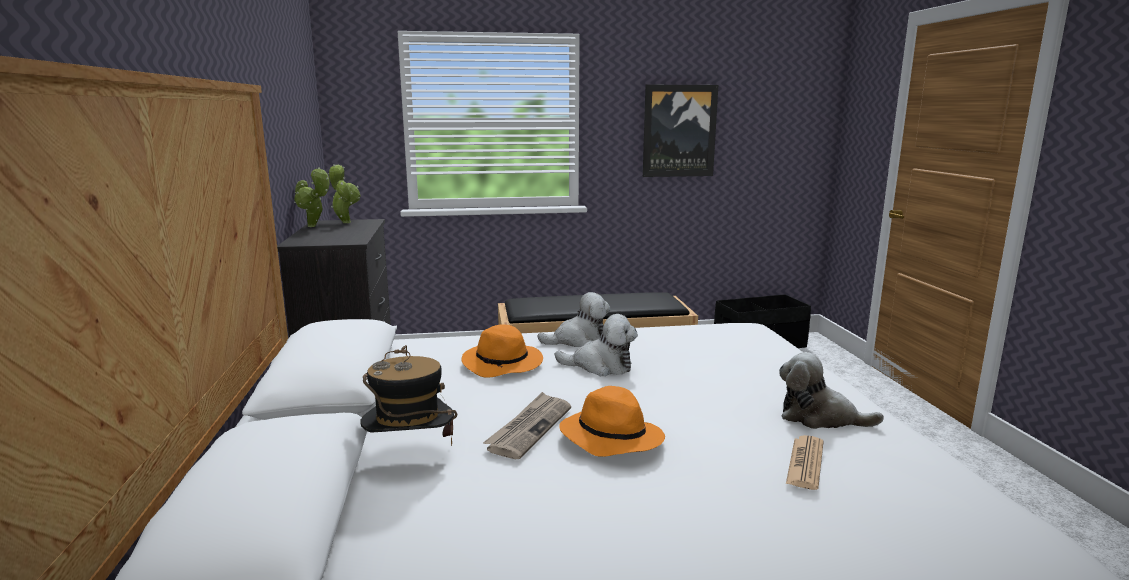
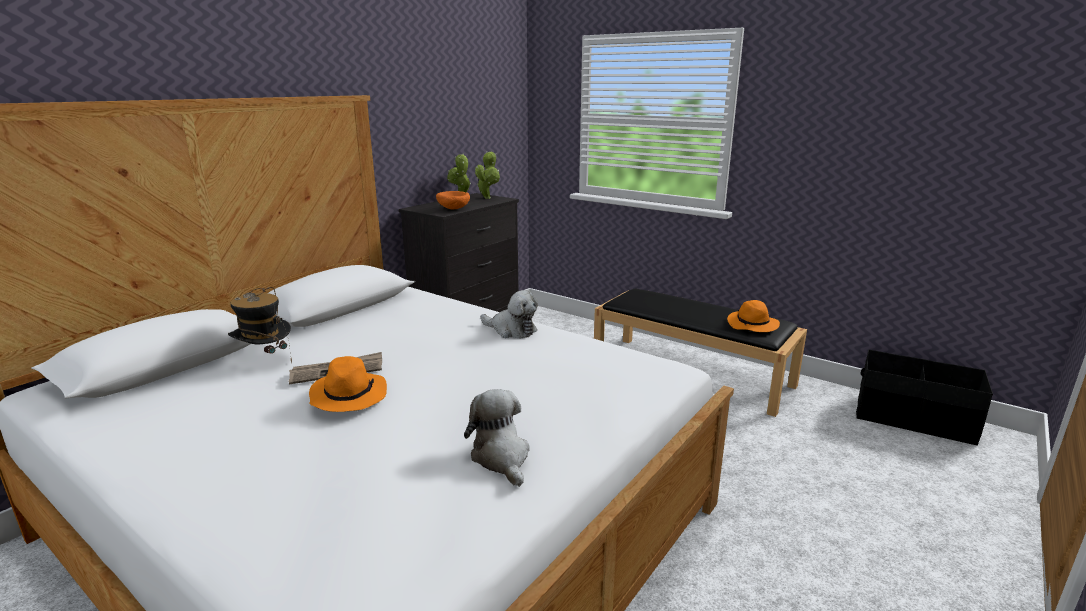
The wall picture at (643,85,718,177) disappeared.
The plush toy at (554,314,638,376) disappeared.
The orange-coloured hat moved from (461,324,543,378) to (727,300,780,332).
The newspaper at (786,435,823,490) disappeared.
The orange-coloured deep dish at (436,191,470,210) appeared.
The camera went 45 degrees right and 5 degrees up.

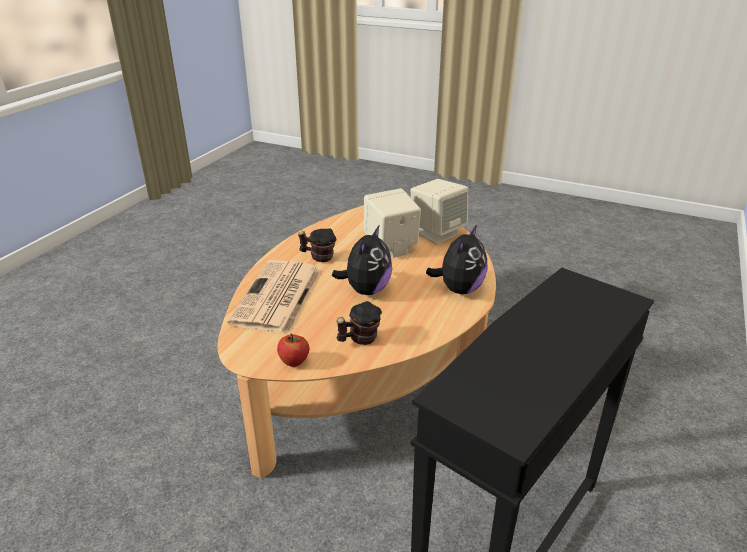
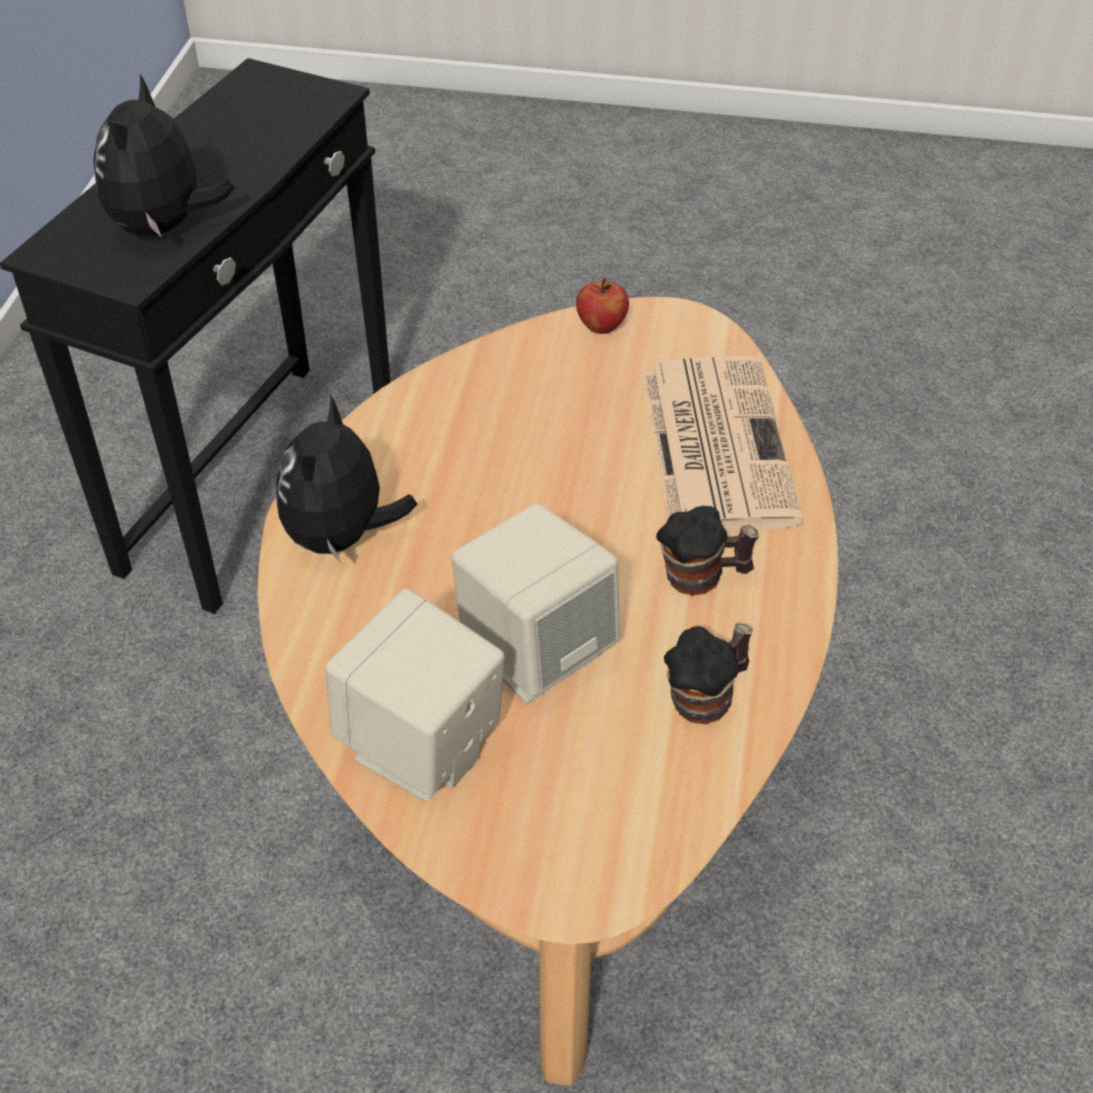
The plush toy moved from (332,226,392,295) to (93,74,235,237).
The tea mug moved from (336,301,382,345) to (664,624,753,724).
The camera went 165 degrees right and 15 degrees up.

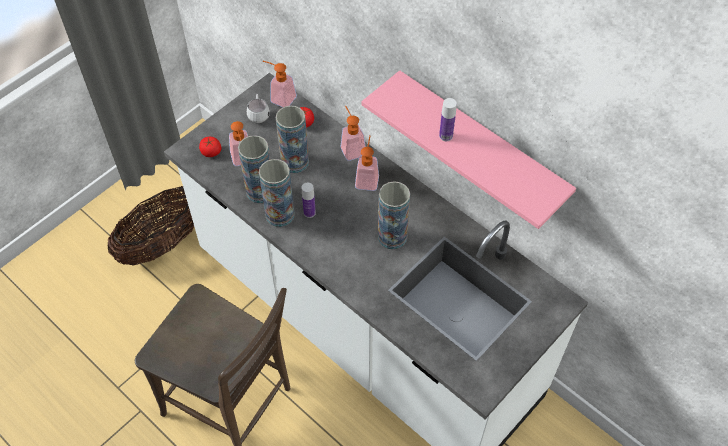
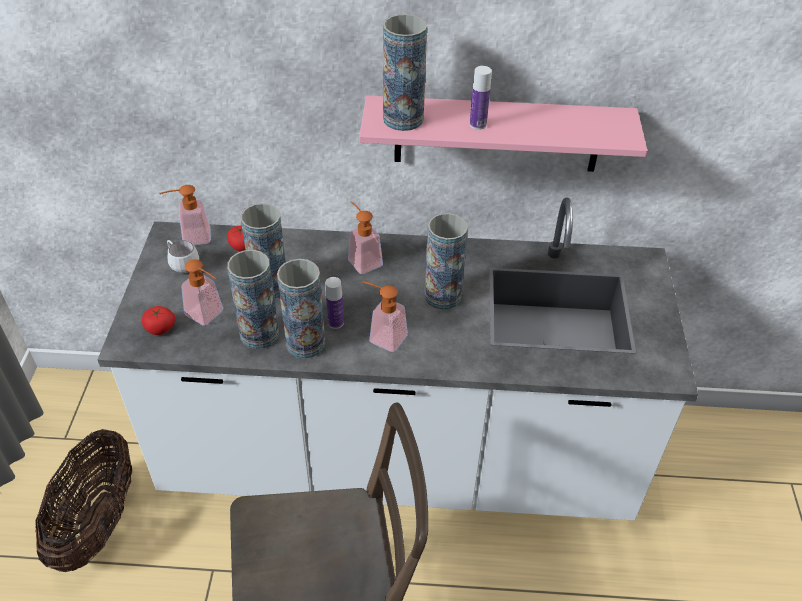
The soap bottle moved from (341,105,366,161) to (362,281,408,352).
The decorative vase at (383,14,427,131) appeared.
The camera went 40 degrees left and 10 degrees down.

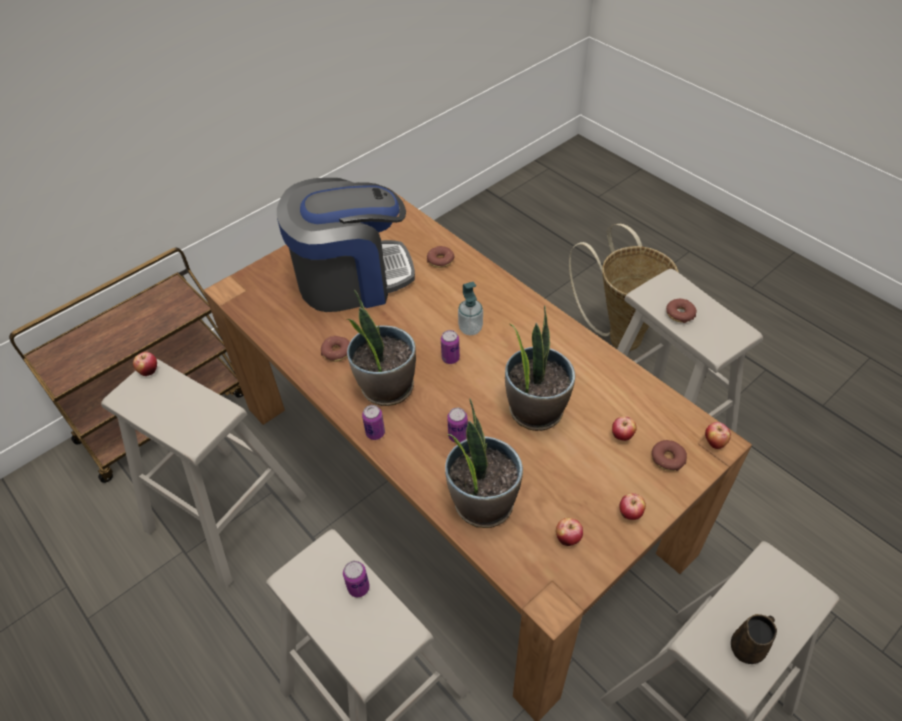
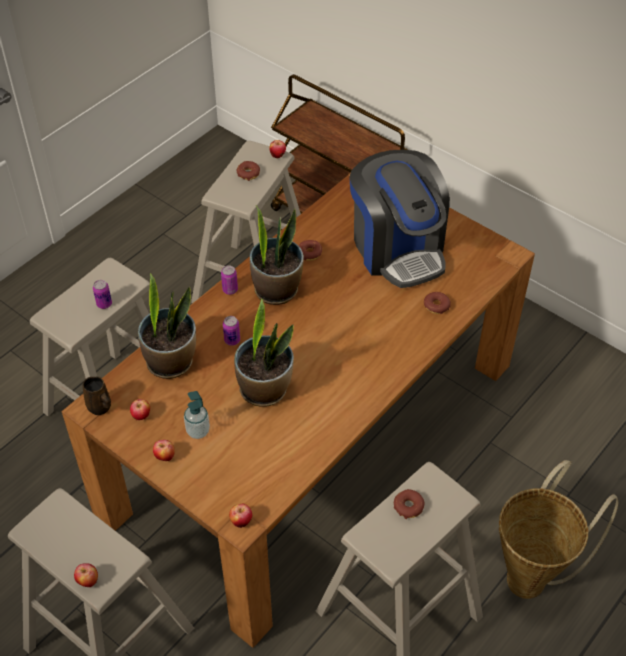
The soap bottle moved from (458,282,483,336) to (184,391,210,439).
The sealed can at (441,330,460,364) disappeared.
The apple fruit moved from (612,416,637,441) to (74,564,98,587).
The donut moved from (652,440,687,471) to (237,161,260,181).
The brown tea mug moved from (731,614,777,664) to (83,377,111,415).
The camera went 80 degrees right and 0 degrees up.

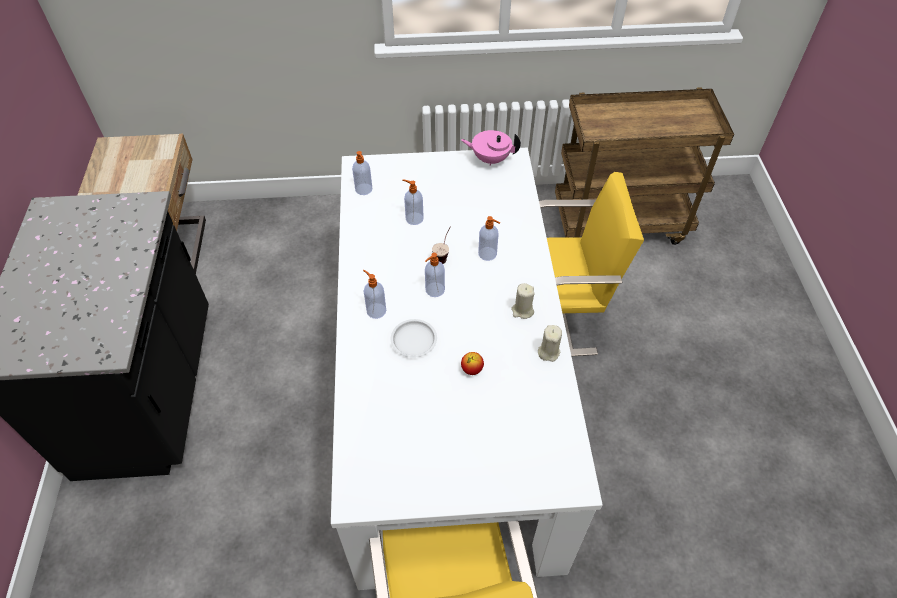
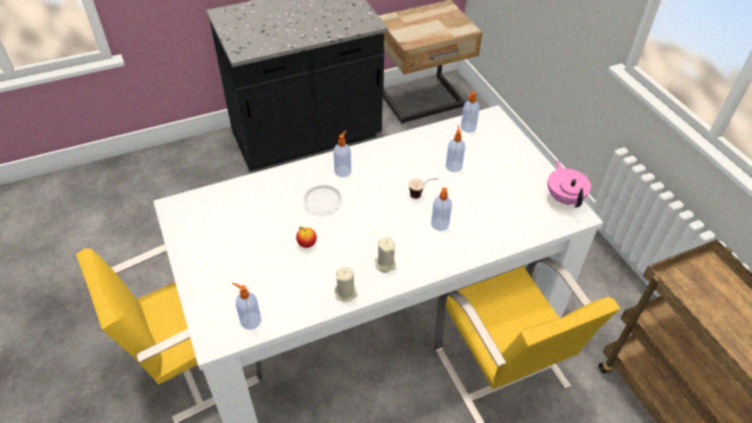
The soap bottle moved from (425,253,445,297) to (232,283,261,330).
The camera went 70 degrees right and 5 degrees down.

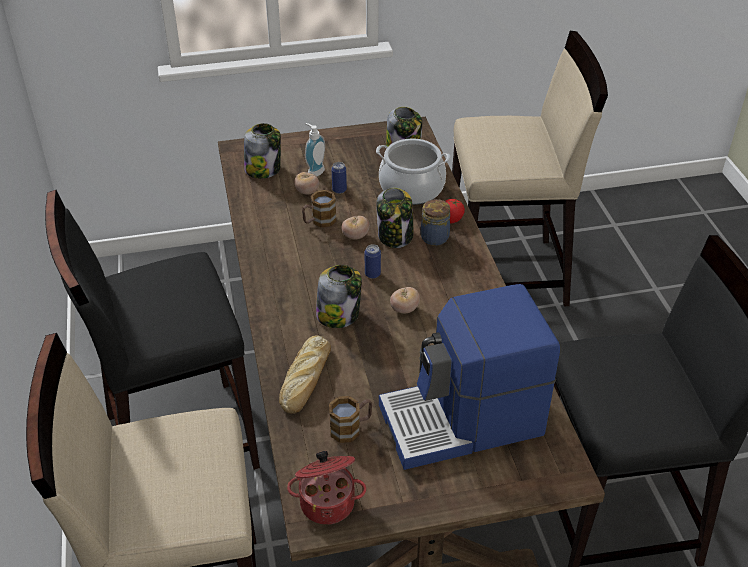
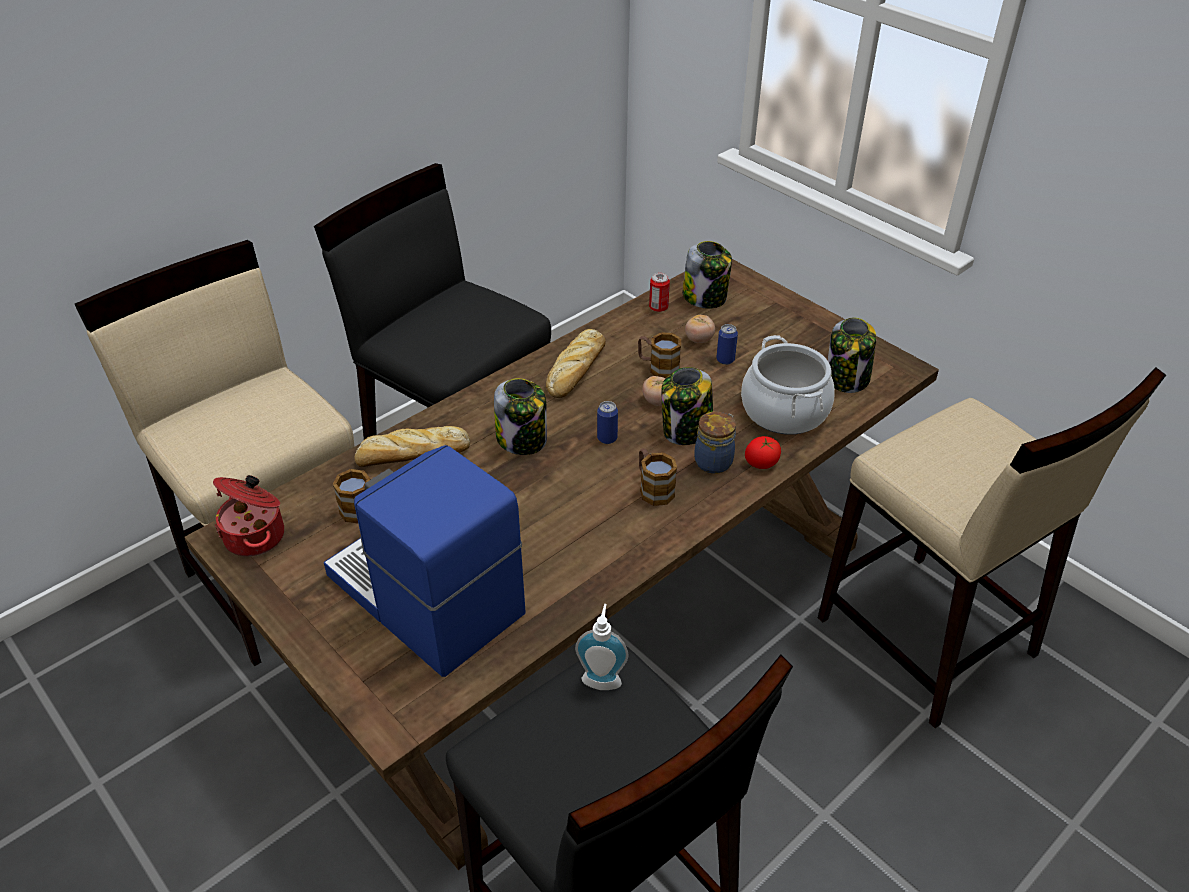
The soap bottle moved from (305,123,325,177) to (575,604,629,690).
The tomato at (390,287,420,313) disappeared.
The sealed can at (649,273,670,312) appeared.
The baked bread at (546,329,606,398) appeared.
The tea mug at (639,448,677,506) appeared.
The camera went 60 degrees right and 0 degrees up.

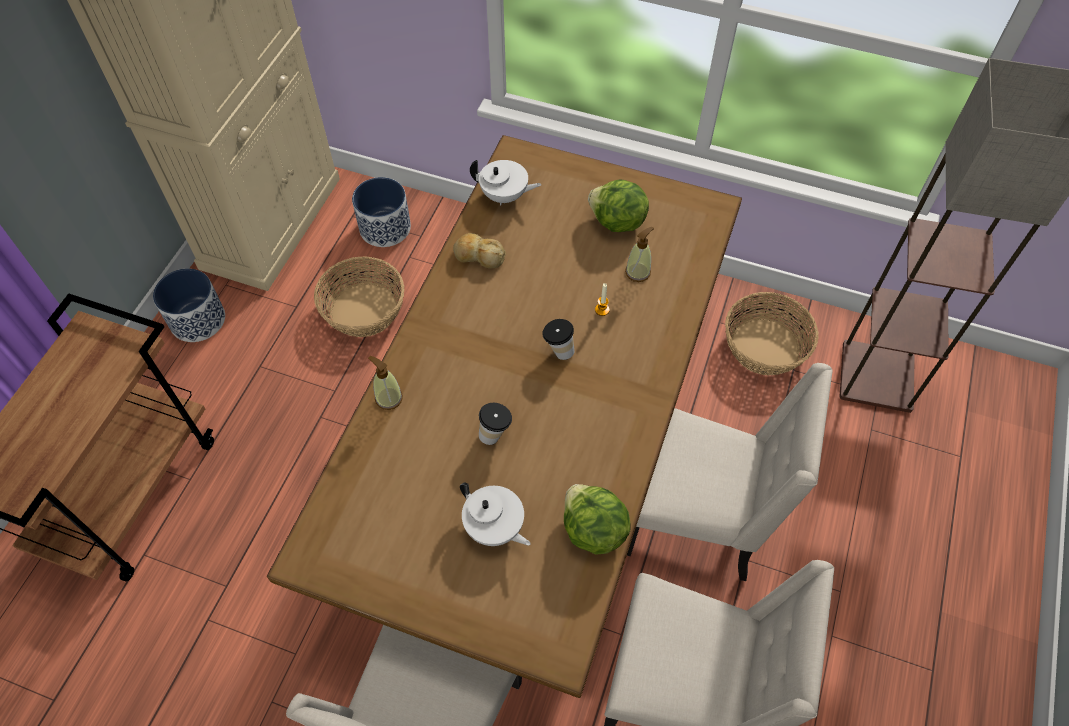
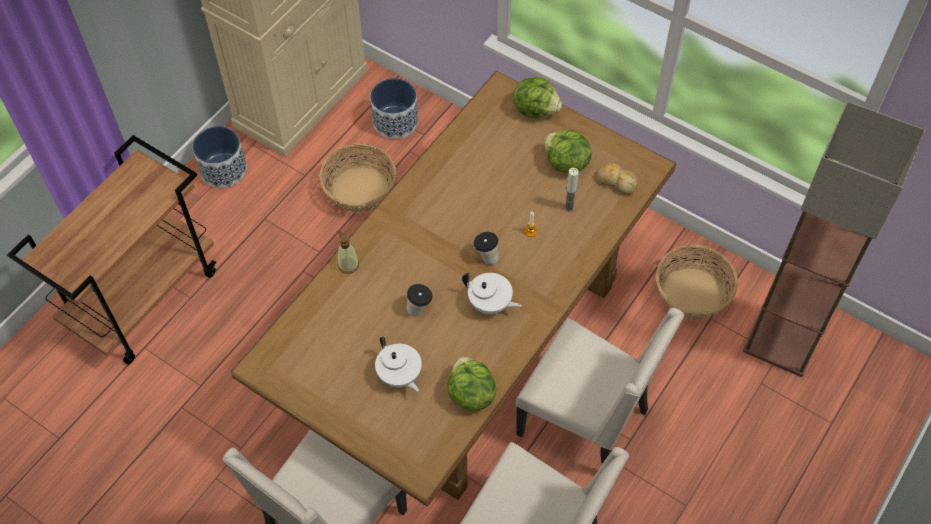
The white teapot moved from (470,160,541,205) to (462,273,522,314).
The soap bottle at (625,227,654,282) was replaced by the wax light at (564,168,579,212).
The baked bread moved from (453,233,506,269) to (597,163,639,195).
The lettuce at (513,77,562,119) appeared.
The camera went 15 degrees right and 0 degrees up.

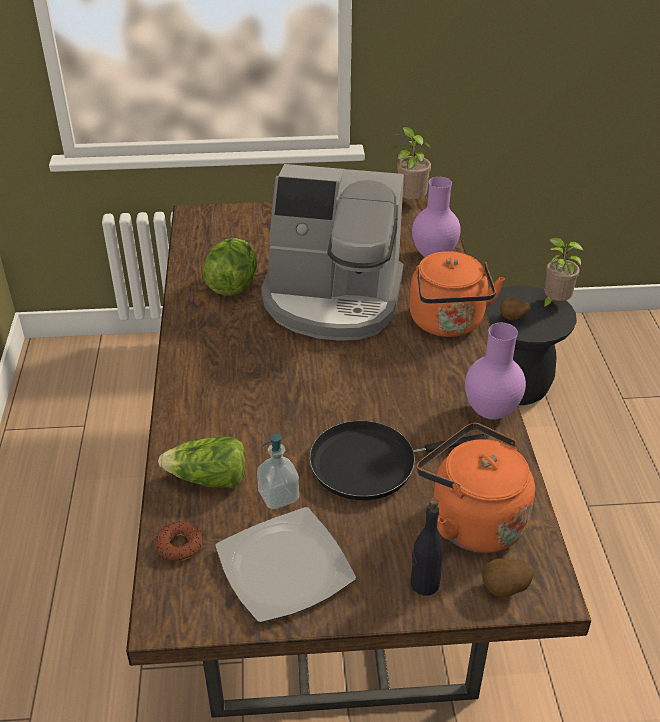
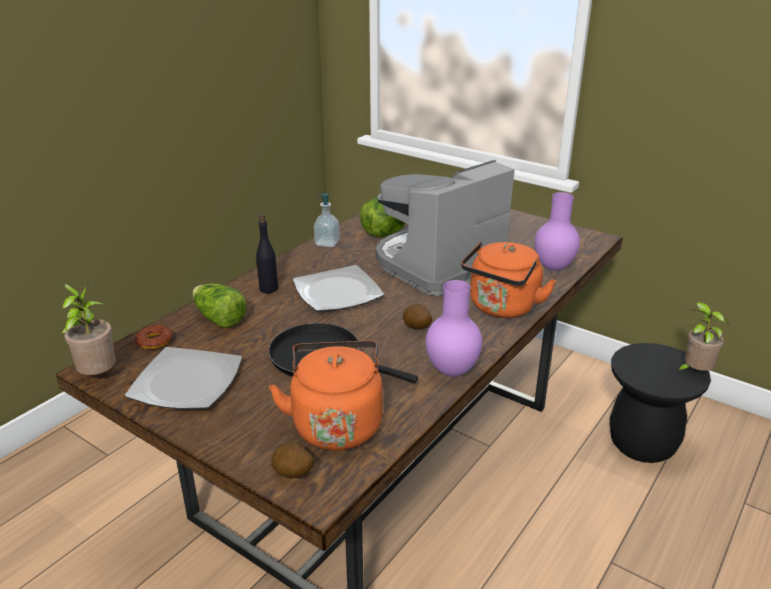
The houseplant moved from (393,127,431,199) to (62,282,116,375).
The coffee maker at (261,164,404,341) turned 90 degrees clockwise.
The whole potato moved from (500,298,531,320) to (403,304,432,329).
The soap bottle moved from (257,434,299,509) to (314,193,340,247).
The black-coloured drink bottle moved from (411,498,444,596) to (256,214,278,293).
The flat dish at (293,265,384,312) appeared.
The camera went 40 degrees right and 10 degrees down.

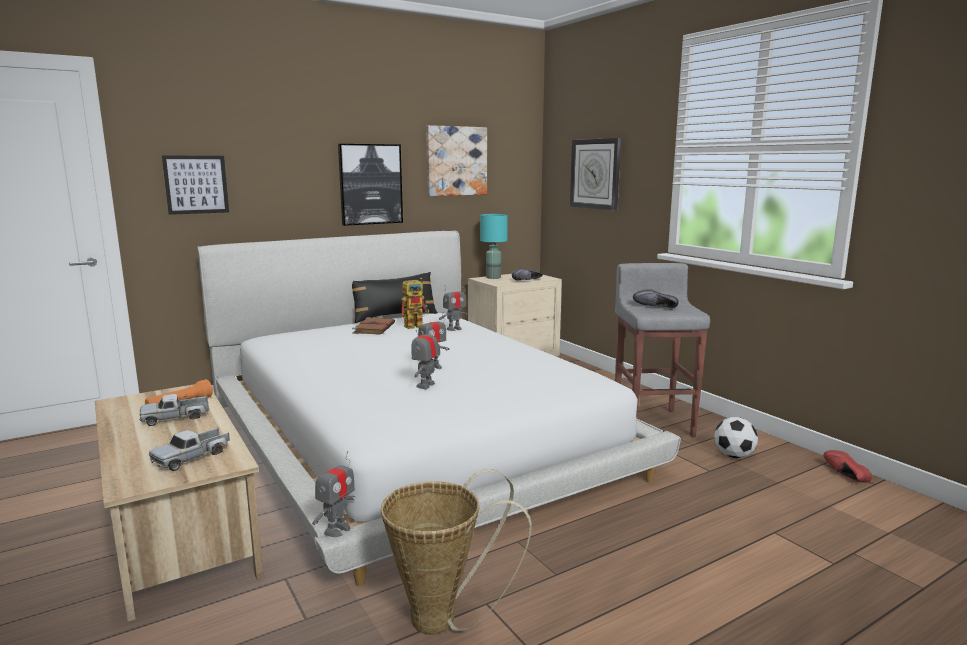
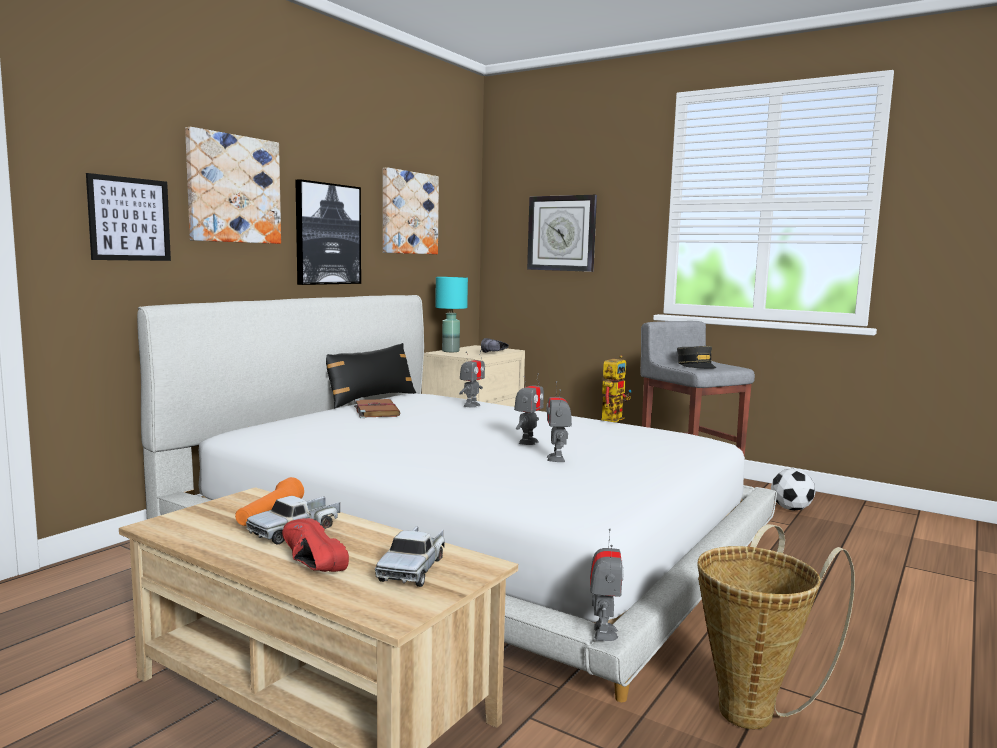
The toy robot moved from (400,278,429,329) to (602,356,632,422).
The black-coloured low shoe at (633,289,679,308) was replaced by the gray peaked cap at (677,346,716,369).
The red-coloured low shoe moved from (823,450,872,482) to (282,518,349,572).
The wall picture at (185,127,281,244) appeared.
The camera went 25 degrees left and 5 degrees down.

